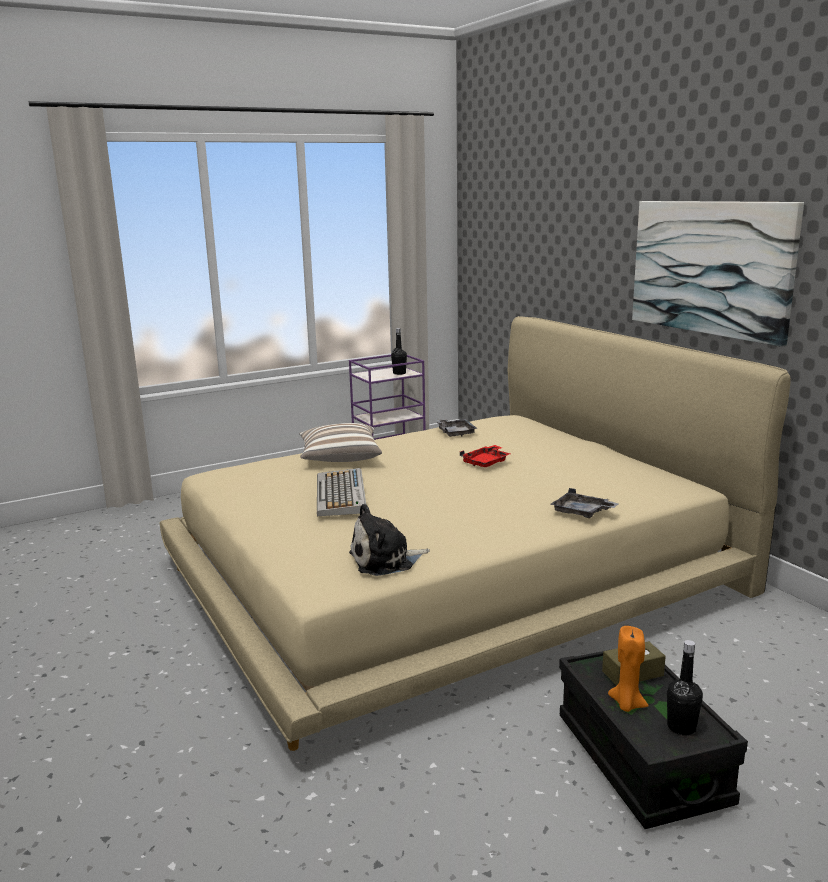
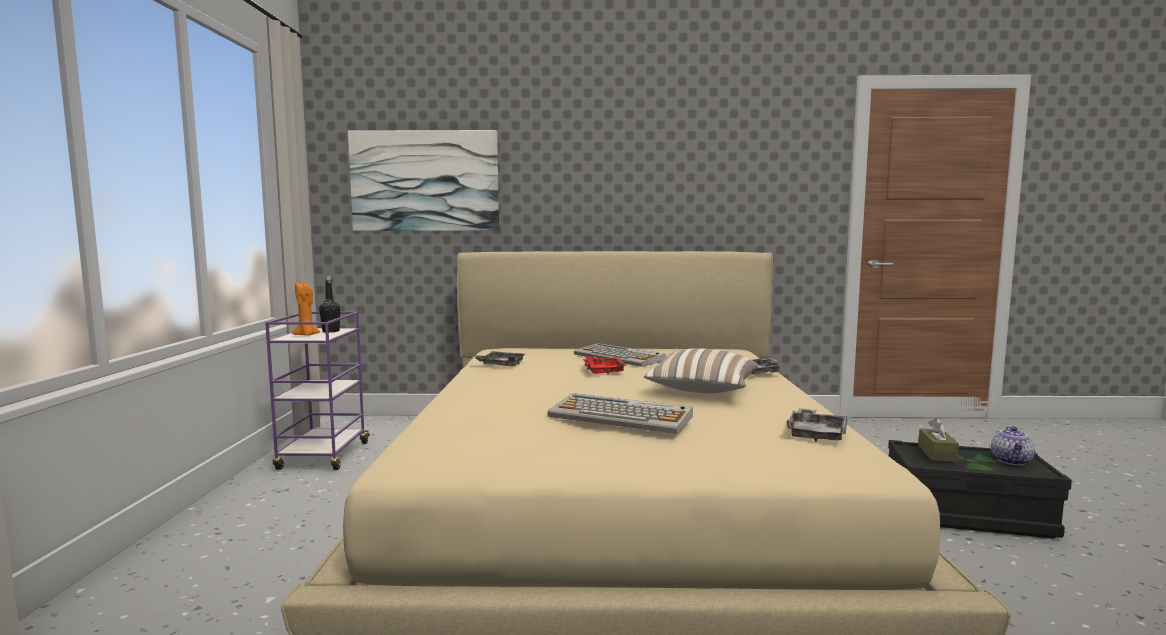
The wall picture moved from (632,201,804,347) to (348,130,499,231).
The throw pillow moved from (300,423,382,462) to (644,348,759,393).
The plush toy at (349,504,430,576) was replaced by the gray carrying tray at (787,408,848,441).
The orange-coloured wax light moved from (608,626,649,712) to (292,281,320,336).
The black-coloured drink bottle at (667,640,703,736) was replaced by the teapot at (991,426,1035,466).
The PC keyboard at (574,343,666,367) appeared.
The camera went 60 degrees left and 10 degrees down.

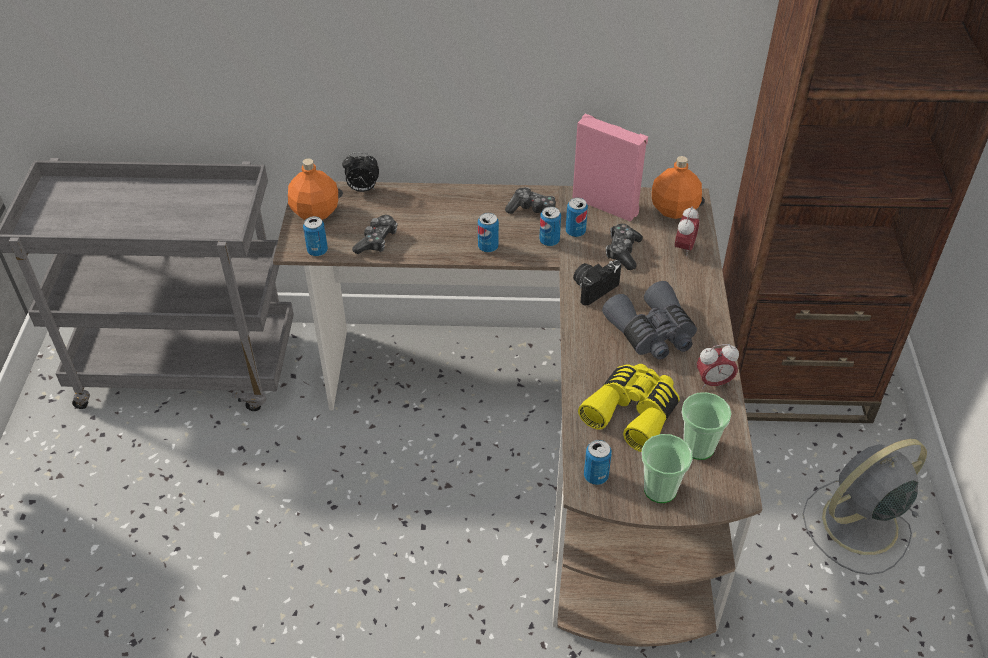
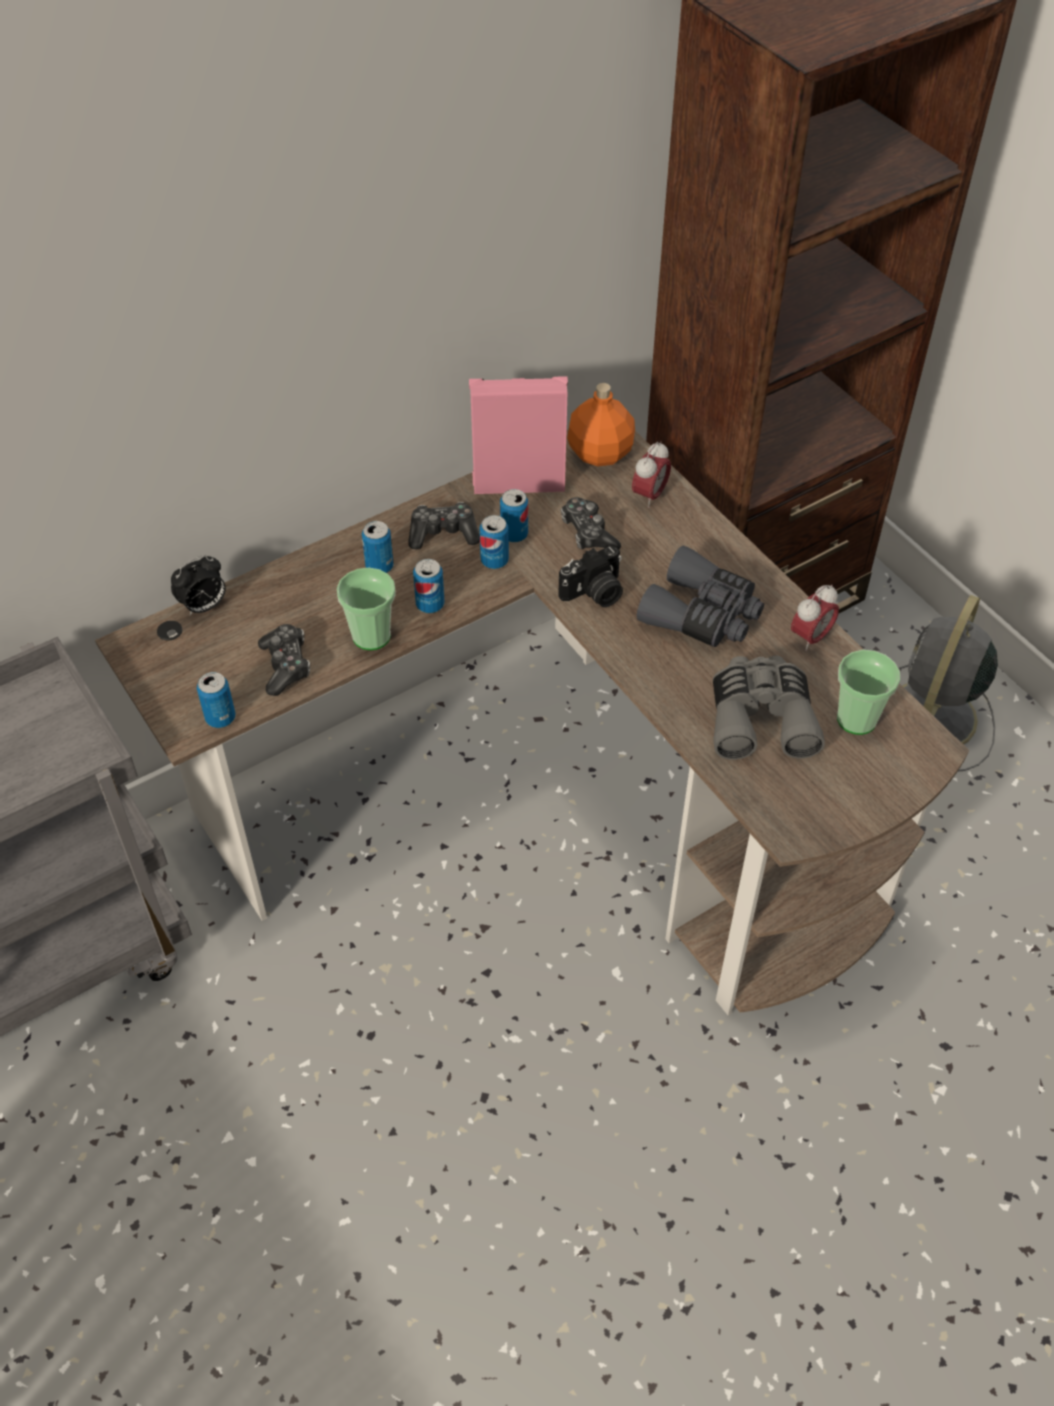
The orange-coloured drink bottle at (288,159,338,220) disappeared.
The alarm clock at (675,206,699,257) turned 45 degrees clockwise.
The photo camera at (573,260,622,305) turned 135 degrees counterclockwise.
The yellow binoculars at (578,364,680,452) became the gray binoculars at (713,656,825,760).
The drinking cup moved from (642,434,693,503) to (337,568,396,650).
The sealed can moved from (584,440,612,485) to (362,521,394,573).
The camera went 35 degrees left and 5 degrees up.

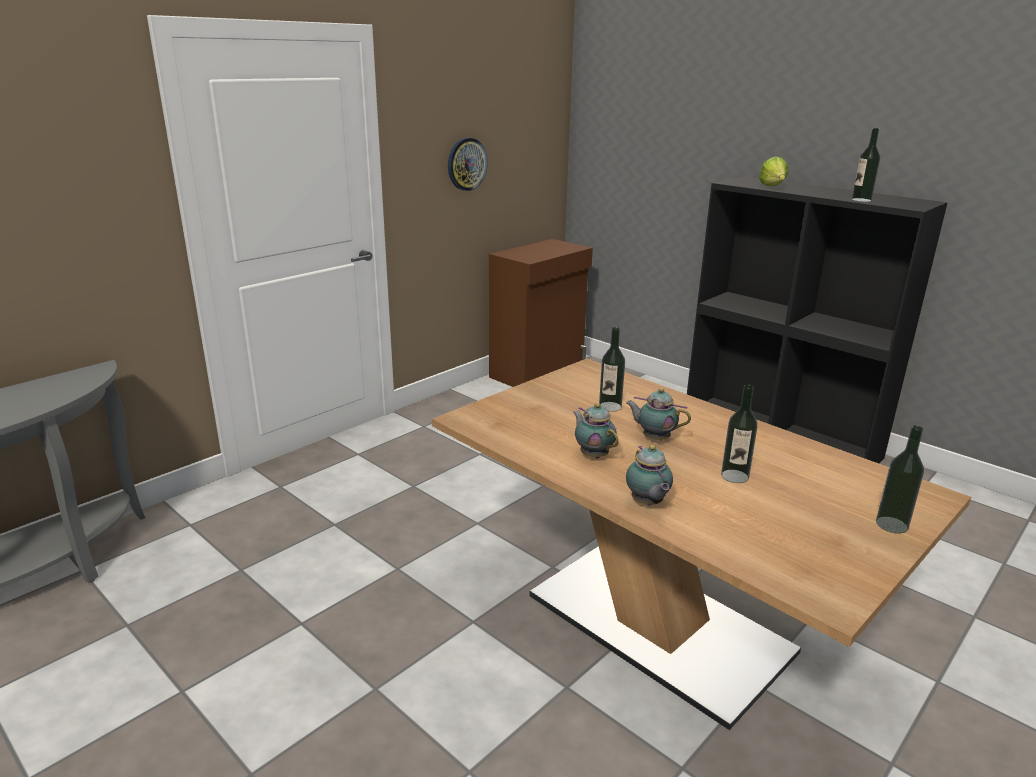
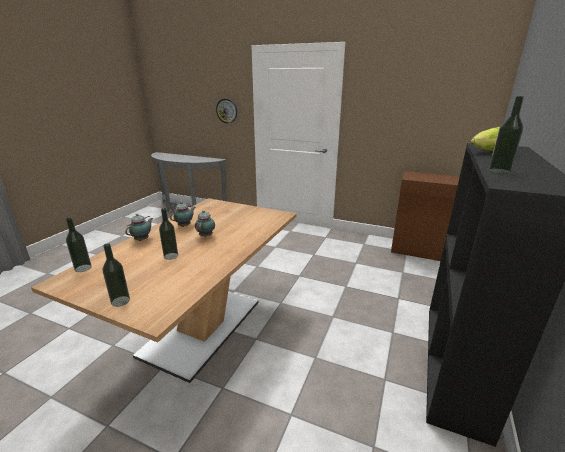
The wall clock moved from (448,138,488,191) to (216,99,237,123).
The drink bottle moved from (599,327,625,412) to (66,217,92,272).
The teapot at (626,445,673,506) turned 150 degrees clockwise.
The camera went 70 degrees right and 0 degrees up.

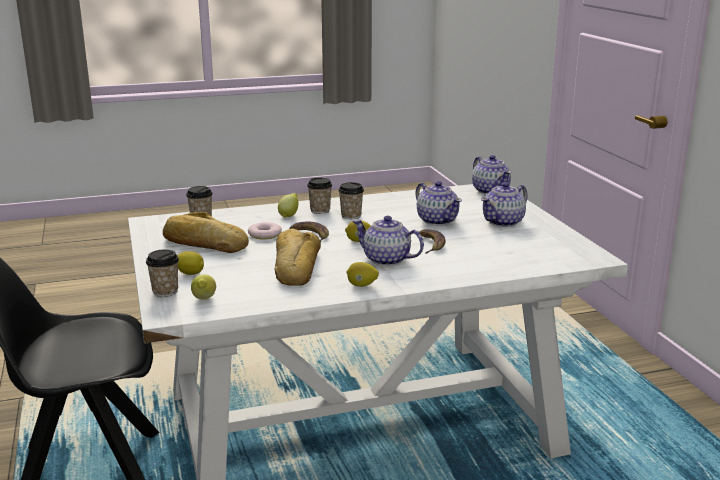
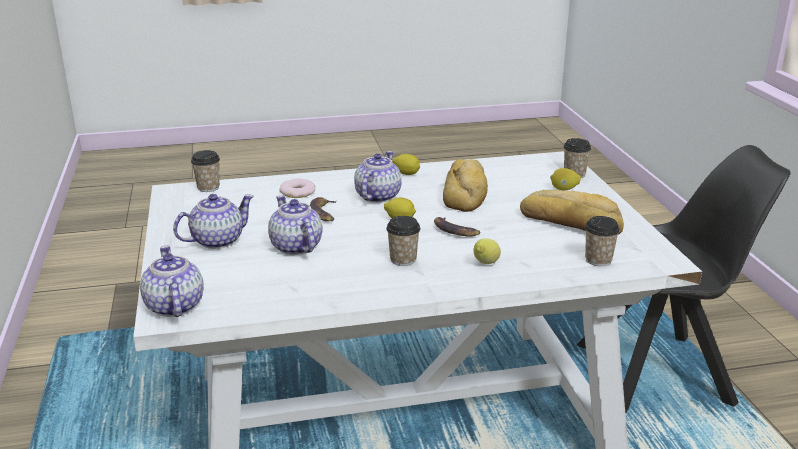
The drinking cup moved from (307,177,332,214) to (191,150,220,192).
The teapot at (353,216,424,266) turned 105 degrees counterclockwise.
The donut moved from (248,222,282,239) to (280,178,315,198).
The lemon at (191,274,216,300) disappeared.
The camera went 175 degrees left and 5 degrees up.

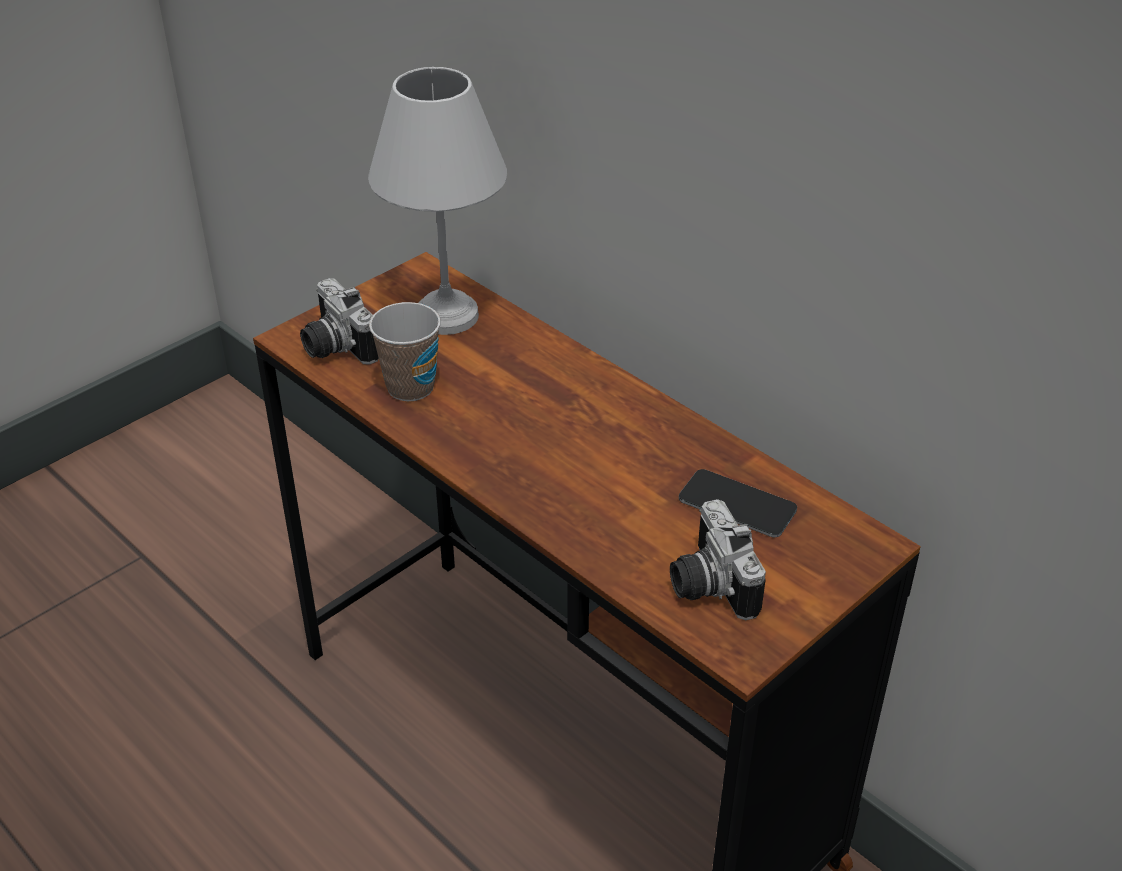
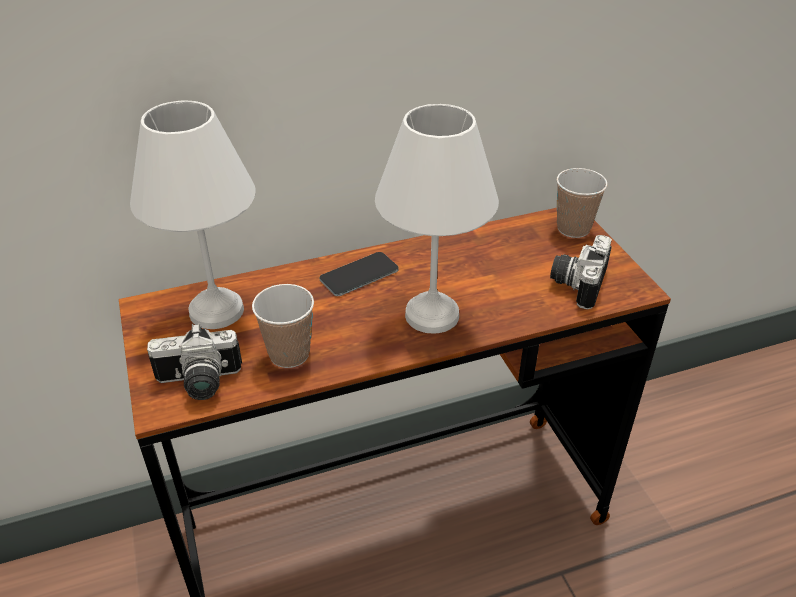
The phone moved from (679,469,797,537) to (320,252,399,296).
The photo camera at (670,499,766,620) turned 105 degrees clockwise.
The white tabletop lamp at (375,104,499,334) appeared.
The drinking cup at (557,168,608,238) appeared.
The camera went 65 degrees left and 0 degrees up.

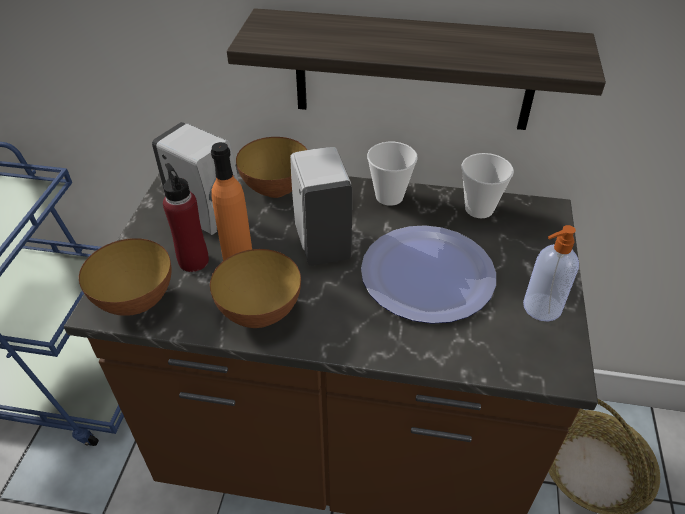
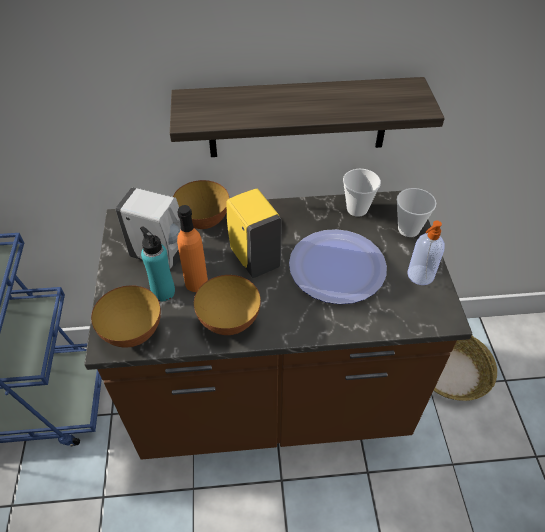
The drinking cup moved from (367,142,418,206) to (397,188,436,237).
The white soap bottle at (290,147,352,266) became the yellow soap bottle at (227,189,282,278).
The red-coloured drink bottle at (163,163,209,272) became the turquoise drink bottle at (140,226,175,301).
The camera went 15 degrees left and 5 degrees up.

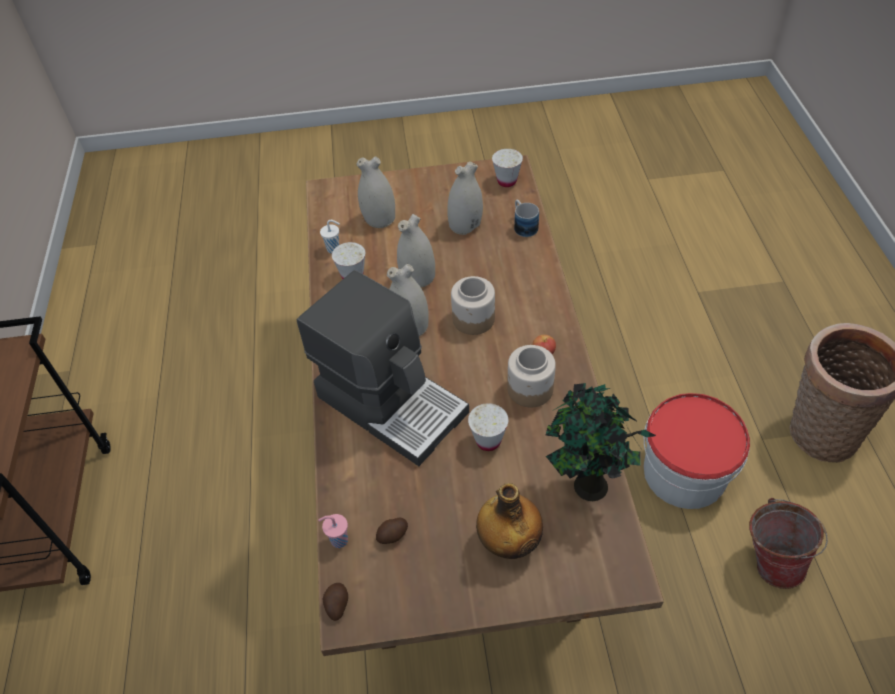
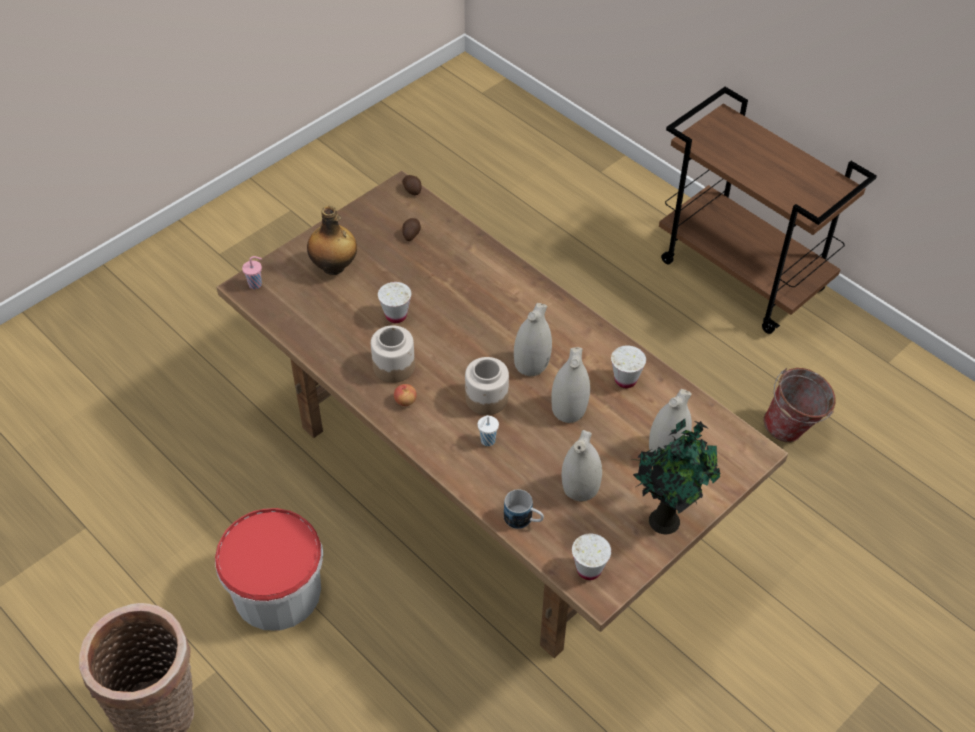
The white drinking cup moved from (320,220,340,253) to (478,415,499,446).
The coffee maker at (297,270,469,466) disappeared.
The houseplant moved from (545,383,656,501) to (632,419,721,534).
The water bucket moved from (749,498,828,589) to (764,368,836,442).
The pinkish drinking cup moved from (318,514,348,548) to (242,256,262,289).
The camera went 140 degrees right and 0 degrees up.

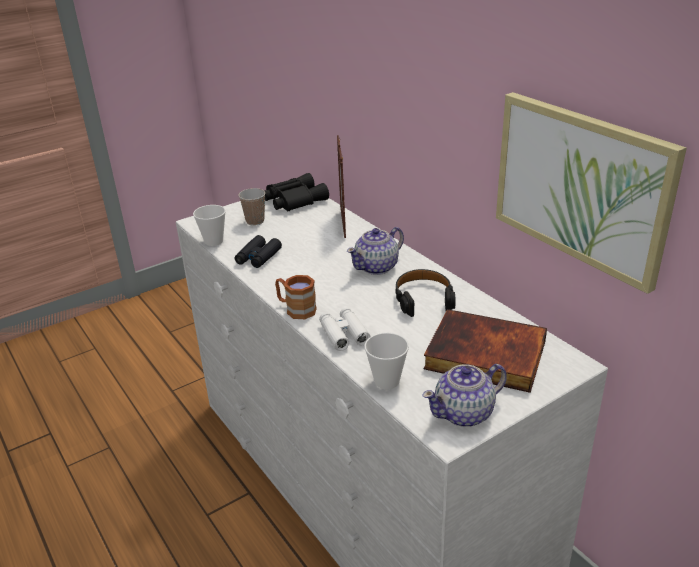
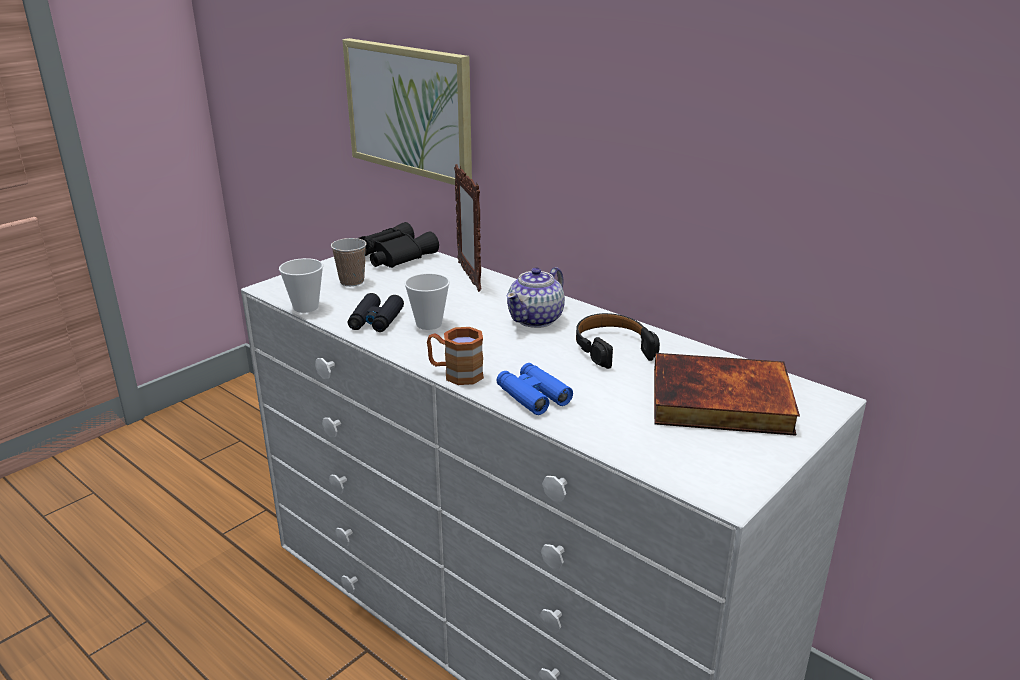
The wall picture moved from (496,92,687,294) to (342,38,472,185).
The white binoculars at (319,308,371,351) became the blue-coloured binoculars at (496,363,573,415).
The drinking cup moved from (364,333,409,390) to (404,273,450,330).
The teapot at (422,364,507,427) disappeared.
The camera went 15 degrees left and 5 degrees down.

